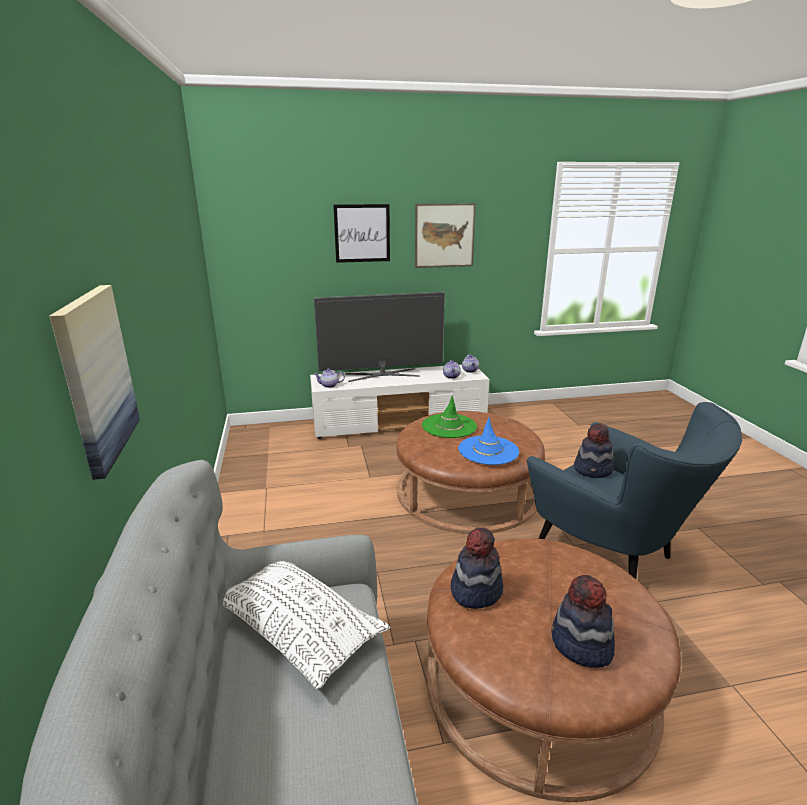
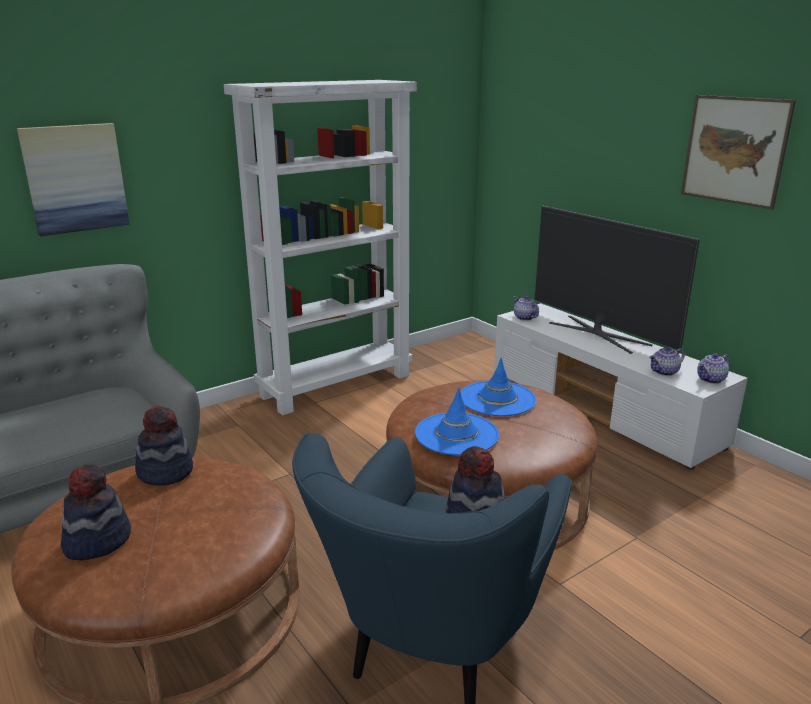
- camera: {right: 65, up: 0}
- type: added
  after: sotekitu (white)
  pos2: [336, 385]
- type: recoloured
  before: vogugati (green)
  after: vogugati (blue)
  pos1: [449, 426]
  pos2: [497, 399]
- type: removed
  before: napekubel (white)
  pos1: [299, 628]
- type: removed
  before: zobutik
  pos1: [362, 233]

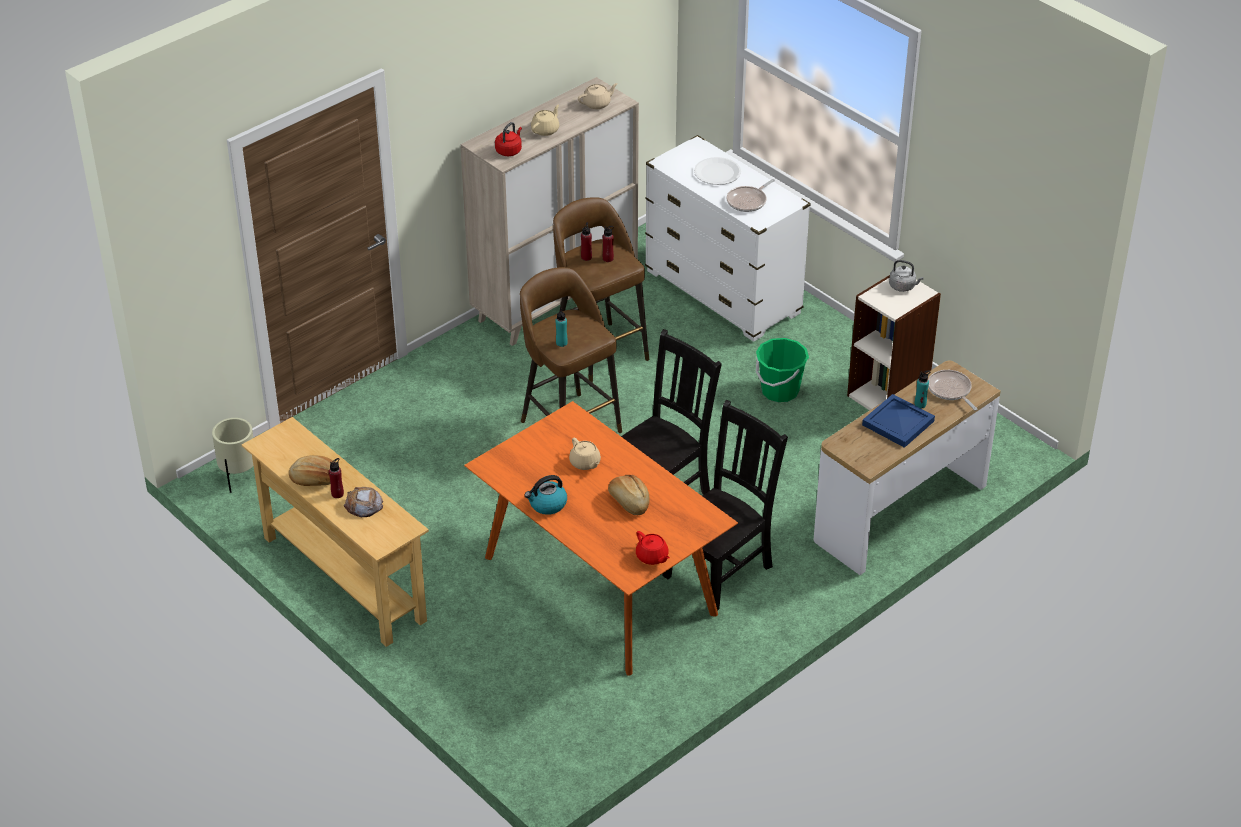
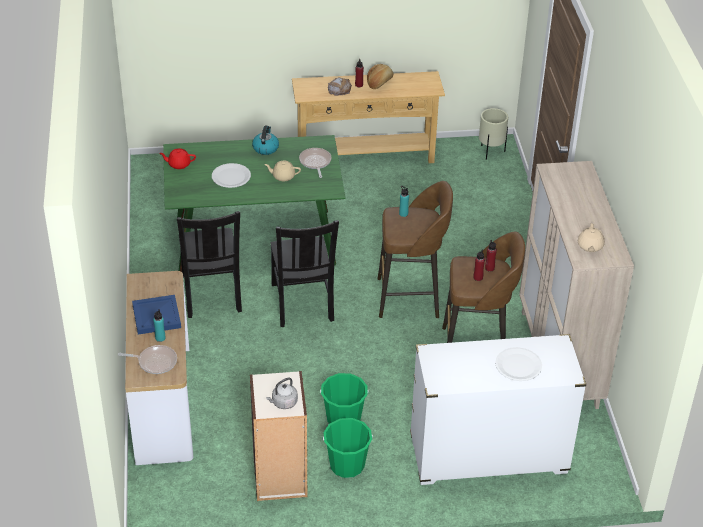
- camera: {right: 125, up: 0}
- type: recoloured
  before: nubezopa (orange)
  after: nubezopa (green)
  pos1: [601, 585]
  pos2: [254, 242]
- type: replaced
  before: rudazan
  after: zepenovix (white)
  pos1: [628, 502]
  pos2: [231, 176]
- type: moved
  before: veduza
  pos1: [748, 201]
  pos2: [315, 162]
- type: added
  after: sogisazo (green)
  pos2: [347, 465]
- type: removed
  before: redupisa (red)
  pos1: [509, 150]
- type: removed
  before: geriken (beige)
  pos1: [545, 130]

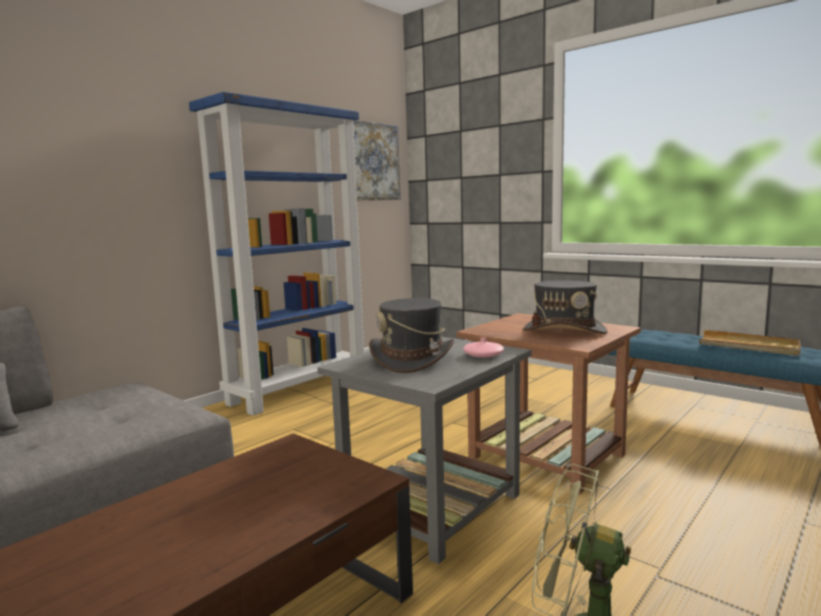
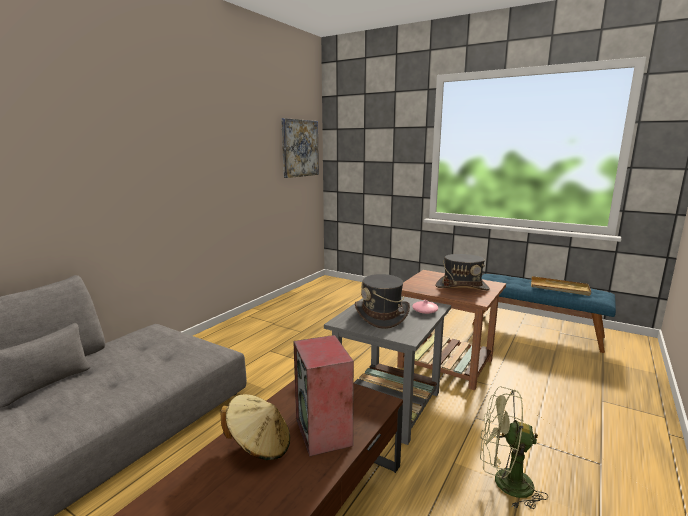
- camera: {right: -10, up: 5}
- type: added
  after: vogugati (beige)
  pos2: [259, 445]
- type: added
  after: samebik
  pos2: [324, 432]
- type: removed
  before: sotekitu (blue)
  pos1: [299, 389]

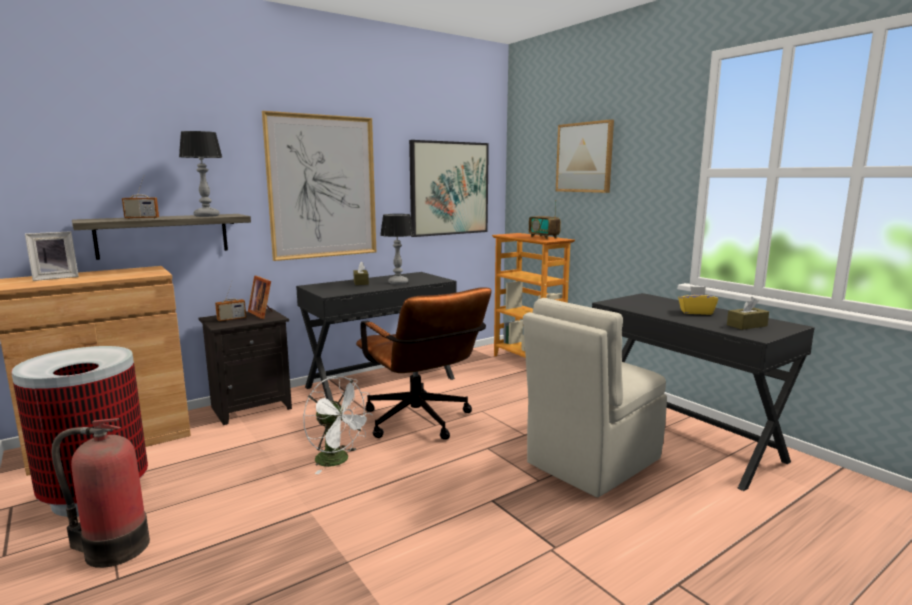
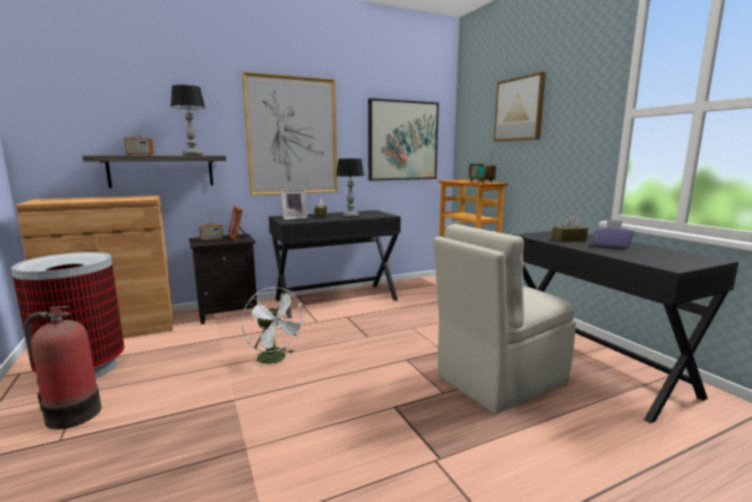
- camera: {right: 10, up: 0}
- type: moved
  before: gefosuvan
  pos1: [55, 278]
  pos2: [294, 218]
- type: moved
  before: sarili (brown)
  pos1: [746, 325]
  pos2: [568, 239]
- type: recoloured
  before: sarili (yellow)
  after: sarili (purple)
  pos1: [696, 312]
  pos2: [611, 245]
- type: removed
  before: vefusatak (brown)
  pos1: [421, 423]

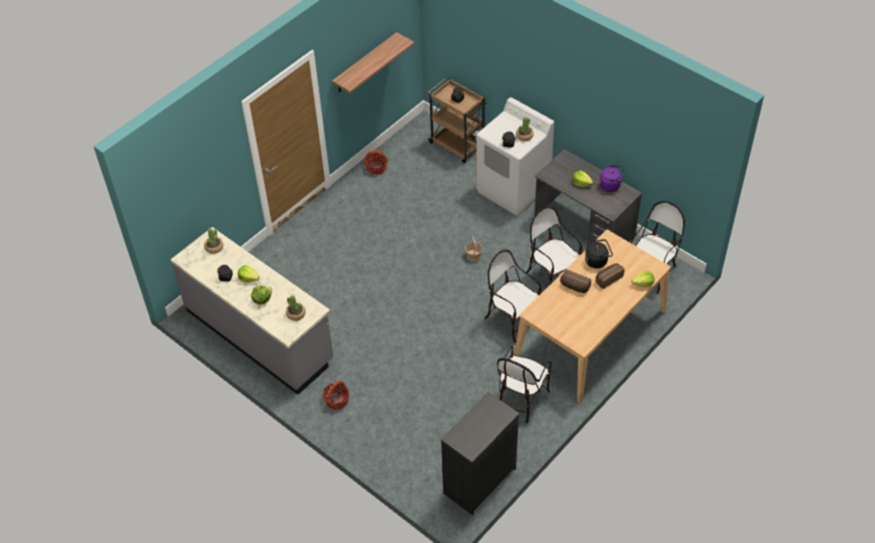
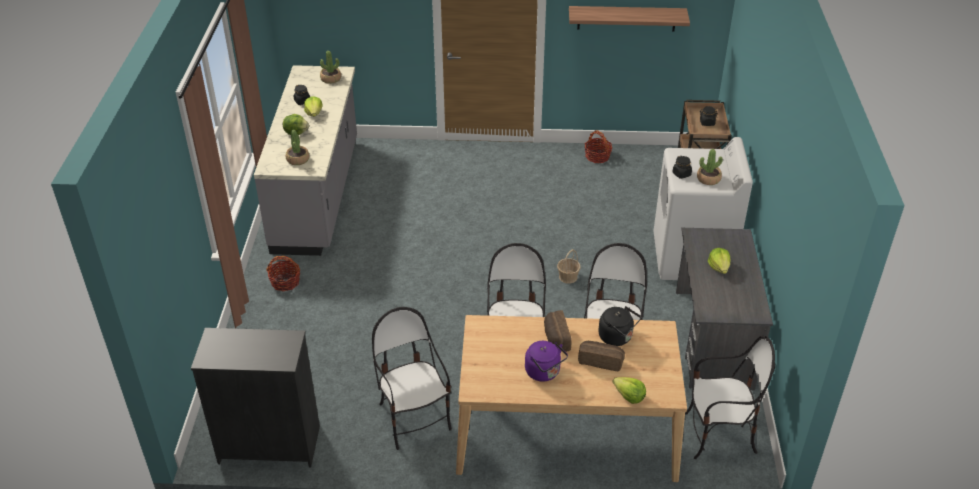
- camera: {right: 50, up: -10}
- type: turned
  before: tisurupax
  pos1: [521, 399]
  pos2: [413, 418]
  turn: 75
- type: moved
  before: redupisa (purple)
  pos1: [611, 185]
  pos2: [544, 372]

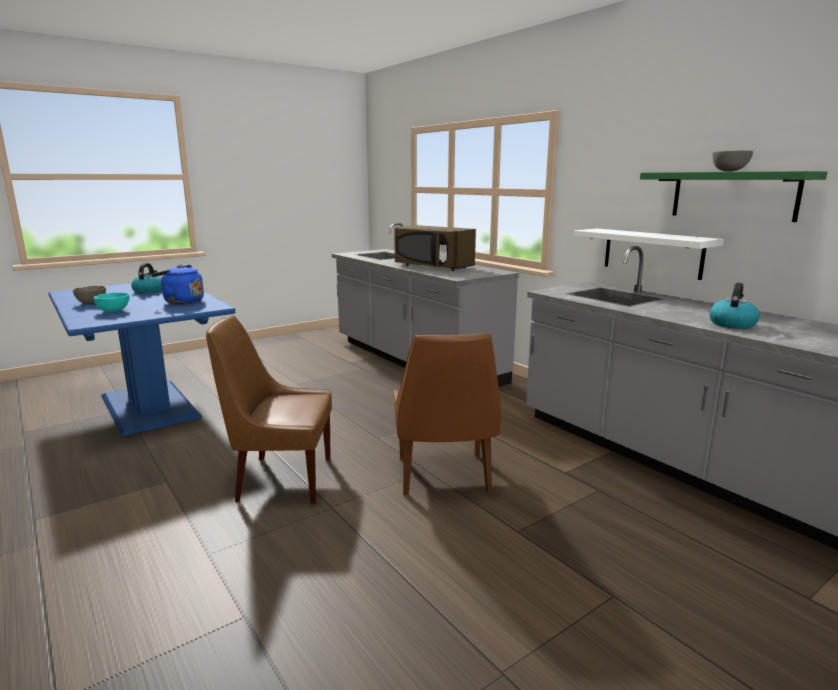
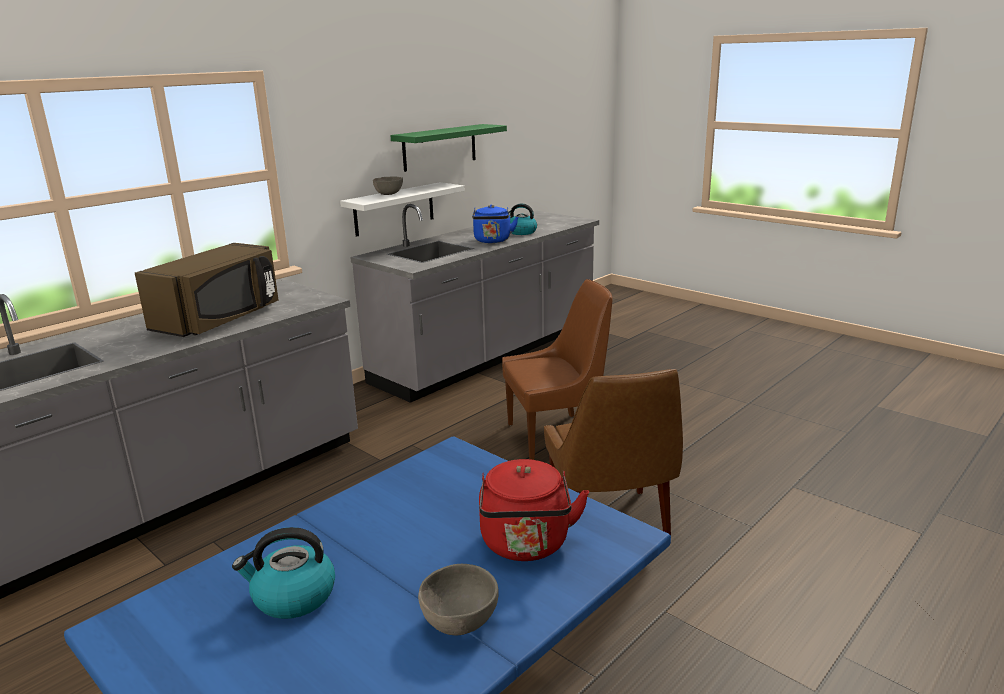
- camera: {right: -100, up: 5}
- type: moved
  before: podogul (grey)
  pos1: [730, 171]
  pos2: [388, 194]
- type: moved
  before: redupisa (blue)
  pos1: [181, 302]
  pos2: [492, 241]
- type: replaced
  before: podogul (turquoise)
  after: redupisa (red)
  pos1: [114, 311]
  pos2: [526, 545]

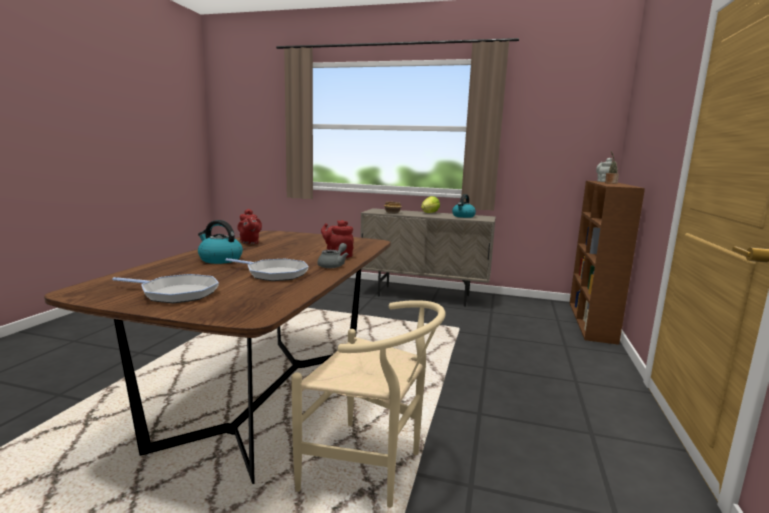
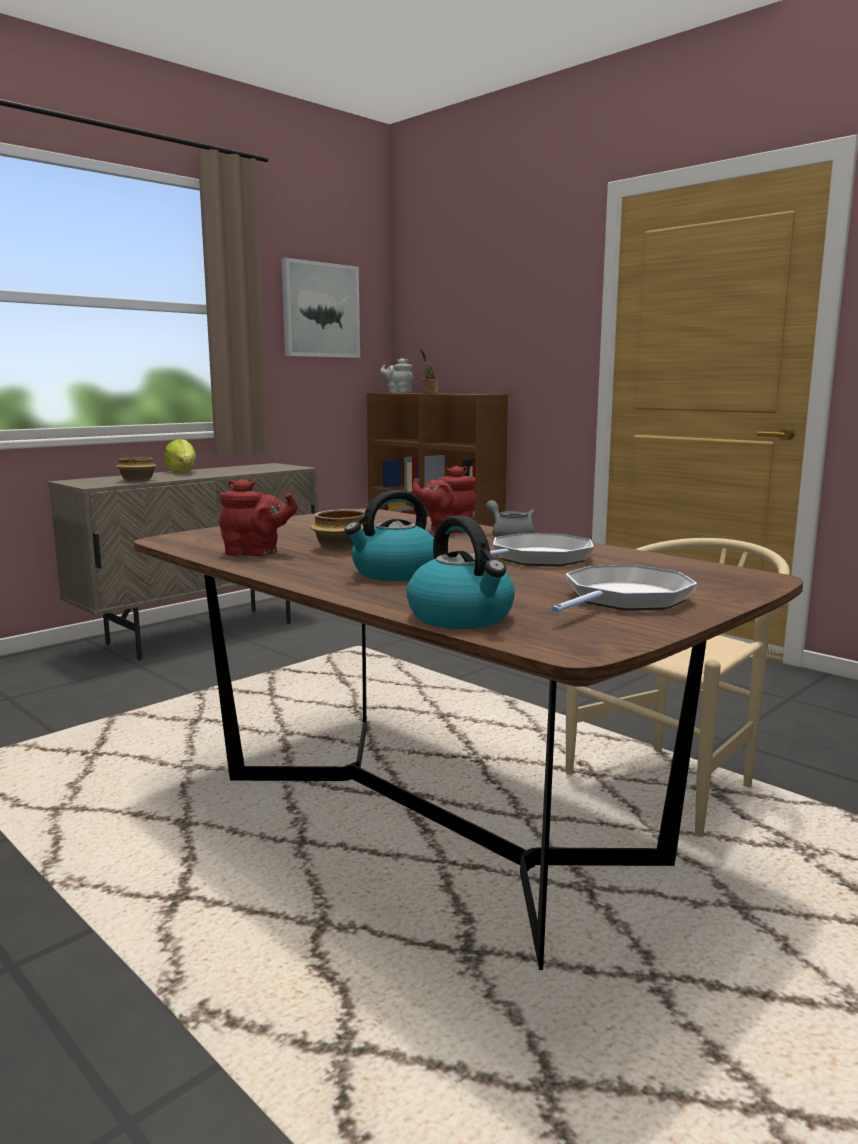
- camera: {right: -60, up: 0}
- type: added
  after: zobutik
  pos2: [320, 310]
- type: added
  after: podogul
  pos2: [343, 548]
- type: moved
  before: redupisa
  pos1: [463, 216]
  pos2: [462, 618]

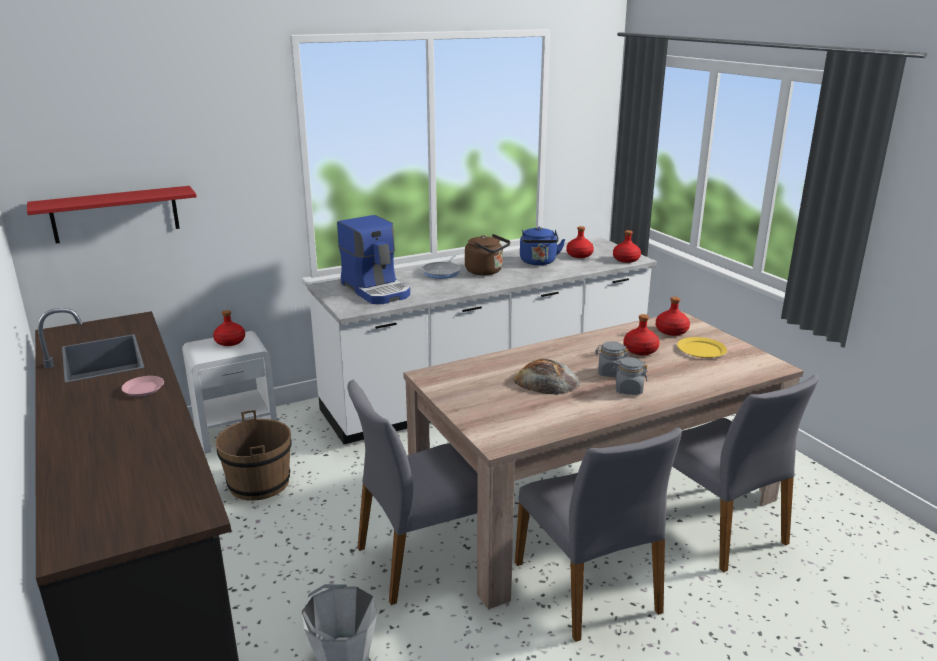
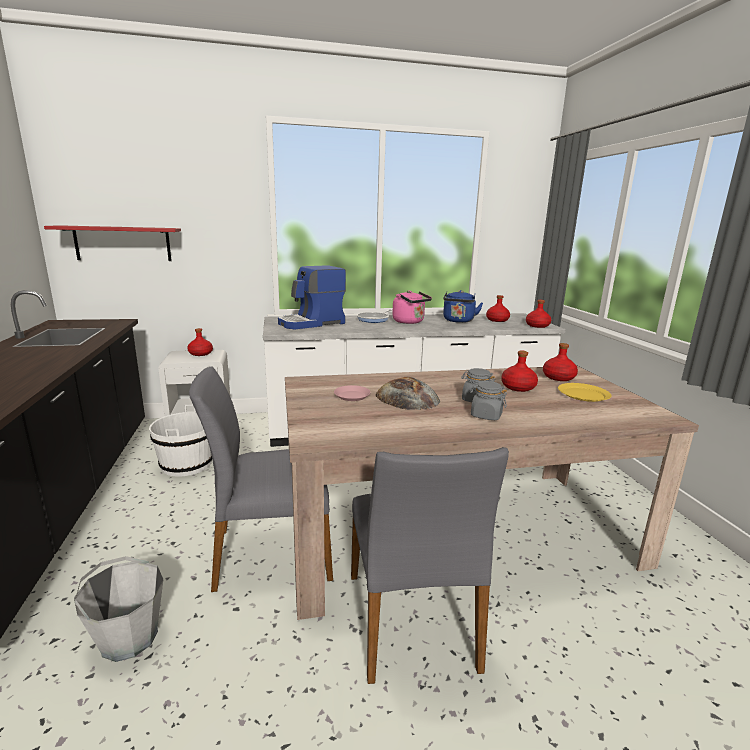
- camera: {right: 15, up: -5}
- type: recoloured
  before: sogisazo (brown)
  after: sogisazo (white)
  pos1: [259, 483]
  pos2: [187, 464]
- type: turned
  before: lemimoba
  pos1: [376, 289]
  pos2: [312, 323]
  turn: 75
- type: moved
  before: zepenovix (pink)
  pos1: [143, 389]
  pos2: [352, 396]
- type: recoloured
  before: redupisa (brown)
  after: redupisa (pink)
  pos1: [486, 271]
  pos2: [410, 322]
- type: removed
  before: tisurupax (grey)
  pos1: [717, 527]

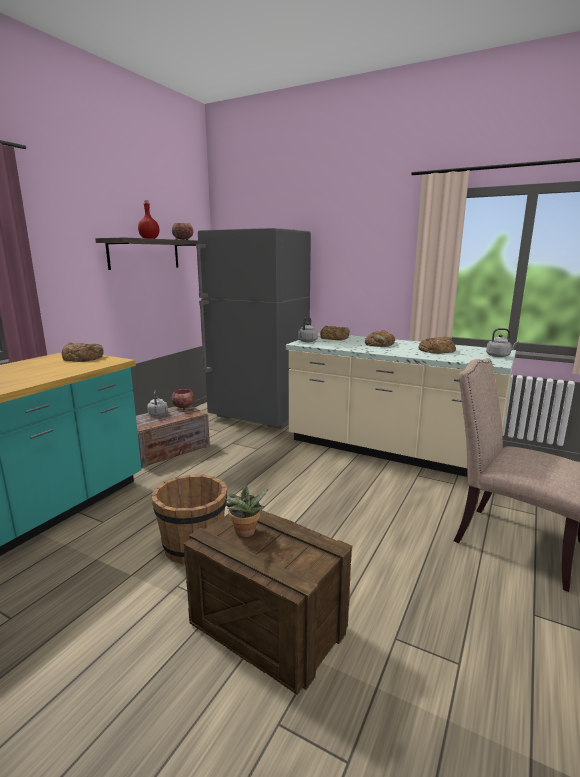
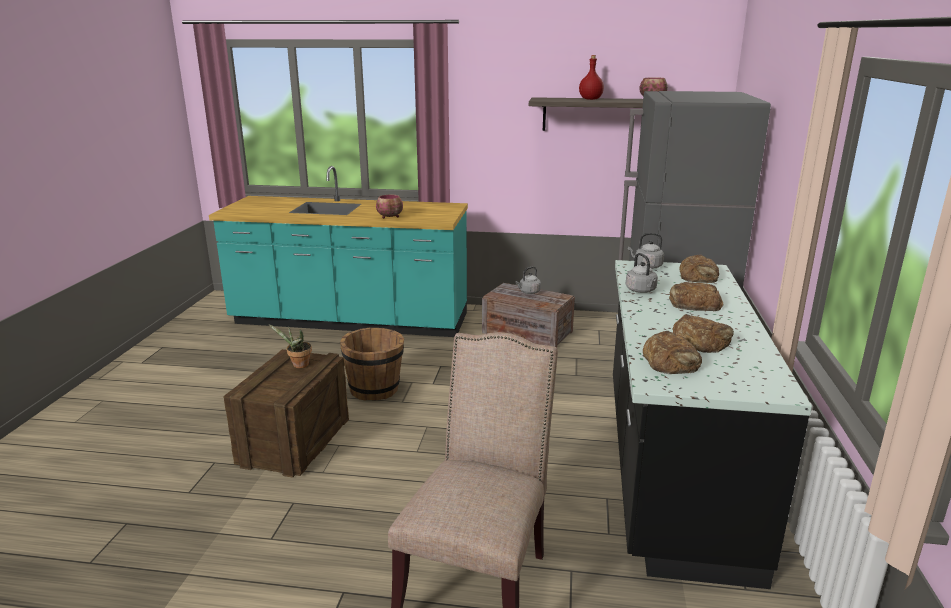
- camera: {right: 70, up: 5}
- type: moved
  before: podogul
  pos1: [184, 407]
  pos2: [390, 217]
- type: recoloured
  before: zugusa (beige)
  after: zugusa (black)
  pos1: [390, 450]
  pos2: [670, 467]
- type: moved
  before: redupisa (grey)
  pos1: [499, 356]
  pos2: [641, 291]
- type: moved
  before: rudazan
  pos1: [83, 357]
  pos2: [671, 361]

